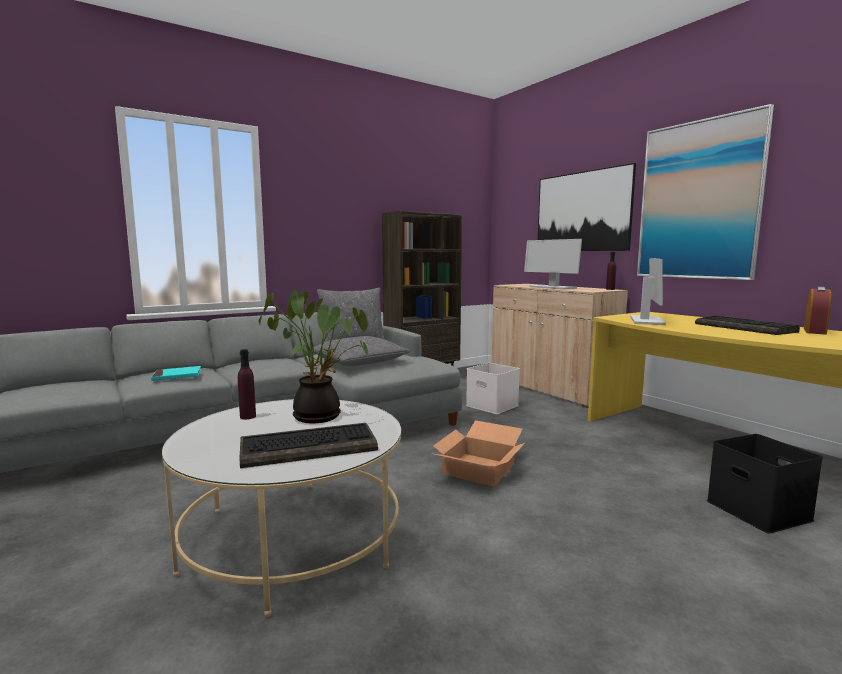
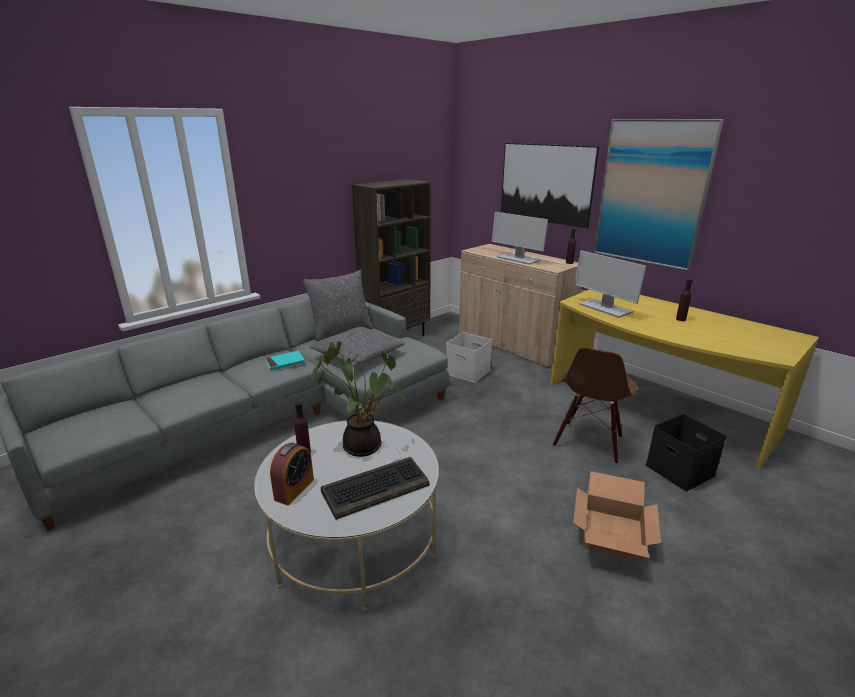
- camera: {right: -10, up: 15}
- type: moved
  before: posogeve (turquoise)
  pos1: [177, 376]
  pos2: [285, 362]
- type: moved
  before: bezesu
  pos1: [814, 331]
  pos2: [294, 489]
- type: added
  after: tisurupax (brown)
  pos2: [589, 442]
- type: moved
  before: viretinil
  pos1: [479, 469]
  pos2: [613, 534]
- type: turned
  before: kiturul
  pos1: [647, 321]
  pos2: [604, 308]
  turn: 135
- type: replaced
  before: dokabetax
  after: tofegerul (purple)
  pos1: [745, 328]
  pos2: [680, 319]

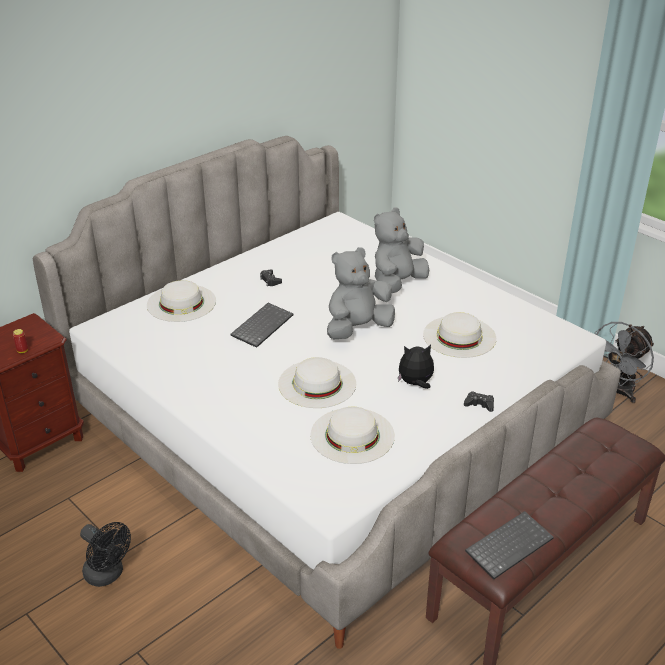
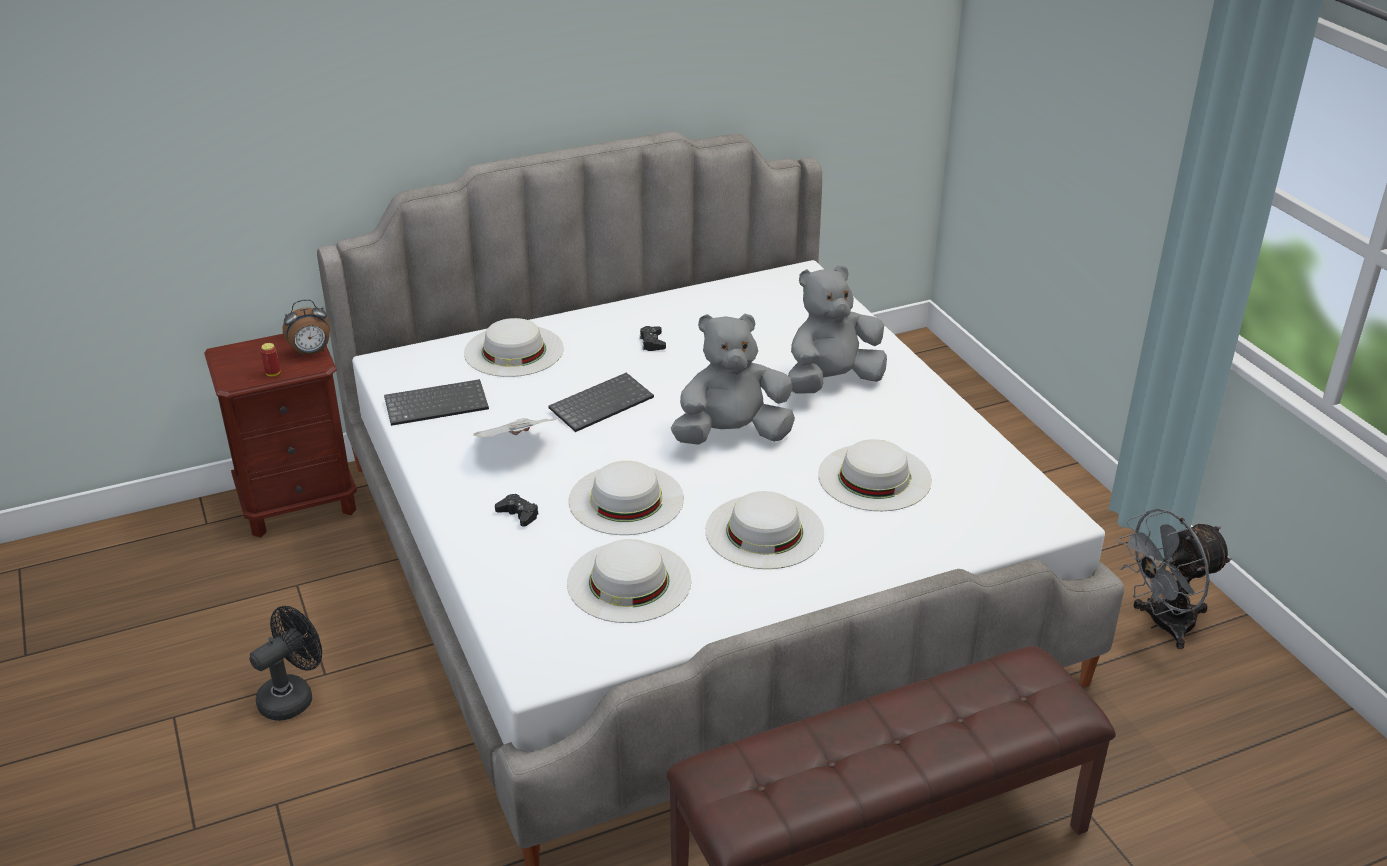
- camera: {right: 20, up: 0}
- type: turned
  before: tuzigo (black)
  pos1: [108, 575]
  pos2: [293, 696]
  turn: -105
- type: added
  after: bezesu
  pos2: [311, 353]
- type: moved
  before: dokabetax
  pos1: [508, 544]
  pos2: [437, 404]
- type: added
  after: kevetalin
  pos2: [516, 446]
- type: moved
  before: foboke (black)
  pos1: [479, 404]
  pos2: [518, 514]
- type: replaced
  before: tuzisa
  after: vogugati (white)
  pos1: [415, 384]
  pos2: [764, 531]

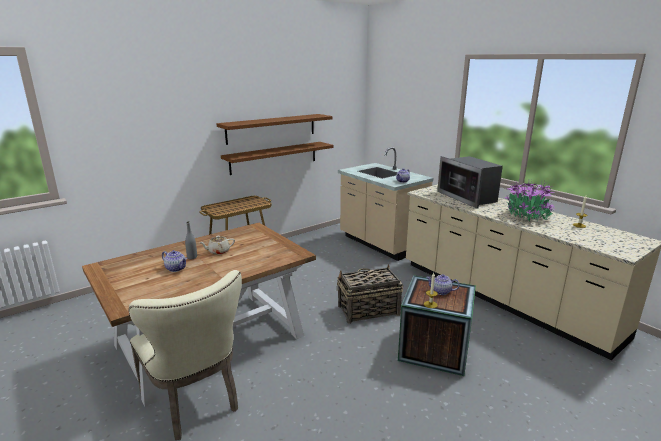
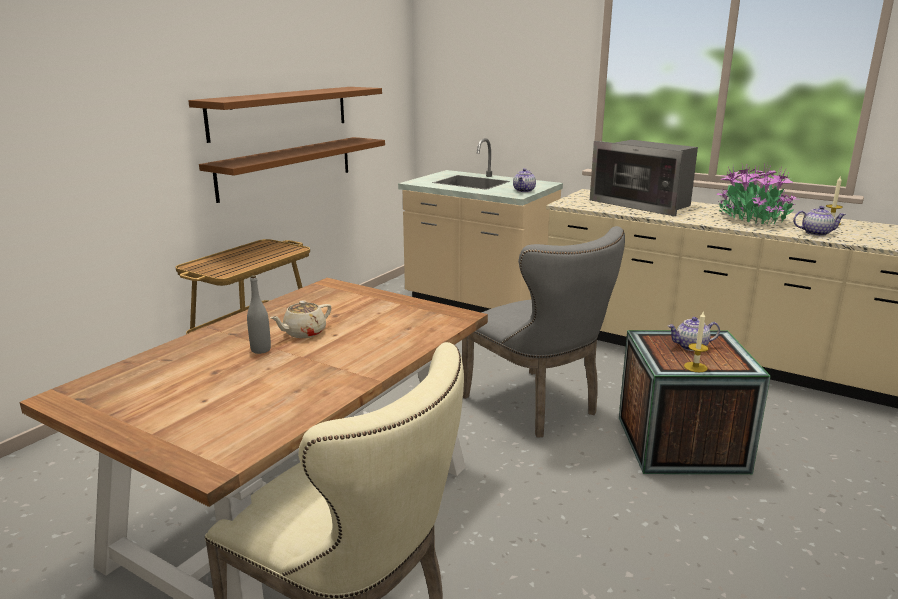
- camera: {right: -20, up: 0}
- type: replaced
  before: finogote
  after: tisurupax (grey)
  pos1: [368, 310]
  pos2: [538, 407]
- type: moved
  before: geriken
  pos1: [176, 268]
  pos2: [816, 233]

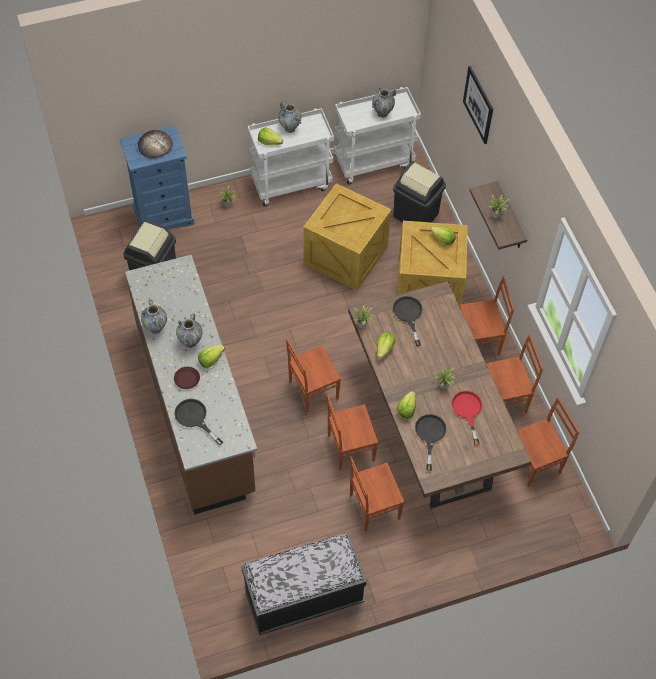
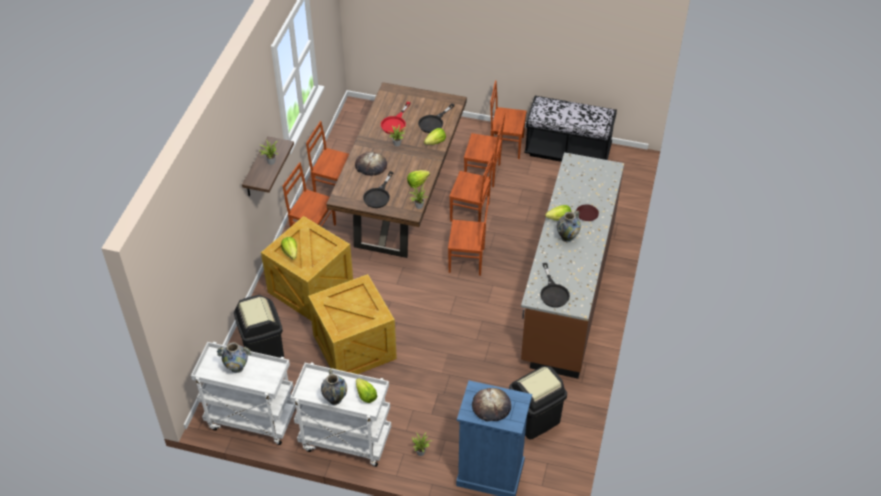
- camera: {right: -145, up: -10}
- type: added
  after: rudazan
  pos2: [370, 166]
- type: moved
  before: tisurupax (brown)
  pos1: [535, 463]
  pos2: [506, 145]
- type: moved
  before: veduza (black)
  pos1: [194, 418]
  pos2: [553, 292]
- type: removed
  before: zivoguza
  pos1: [156, 328]
- type: removed
  before: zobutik
  pos1: [478, 105]

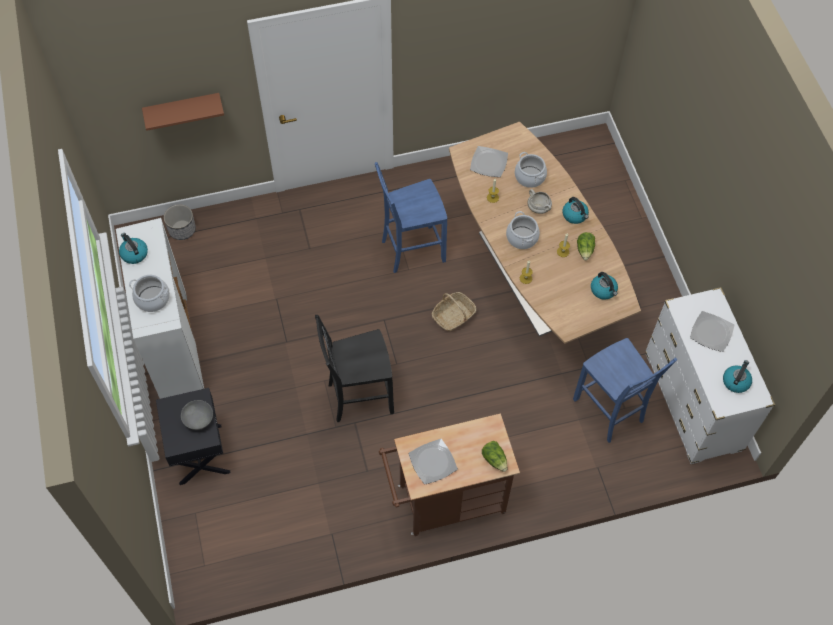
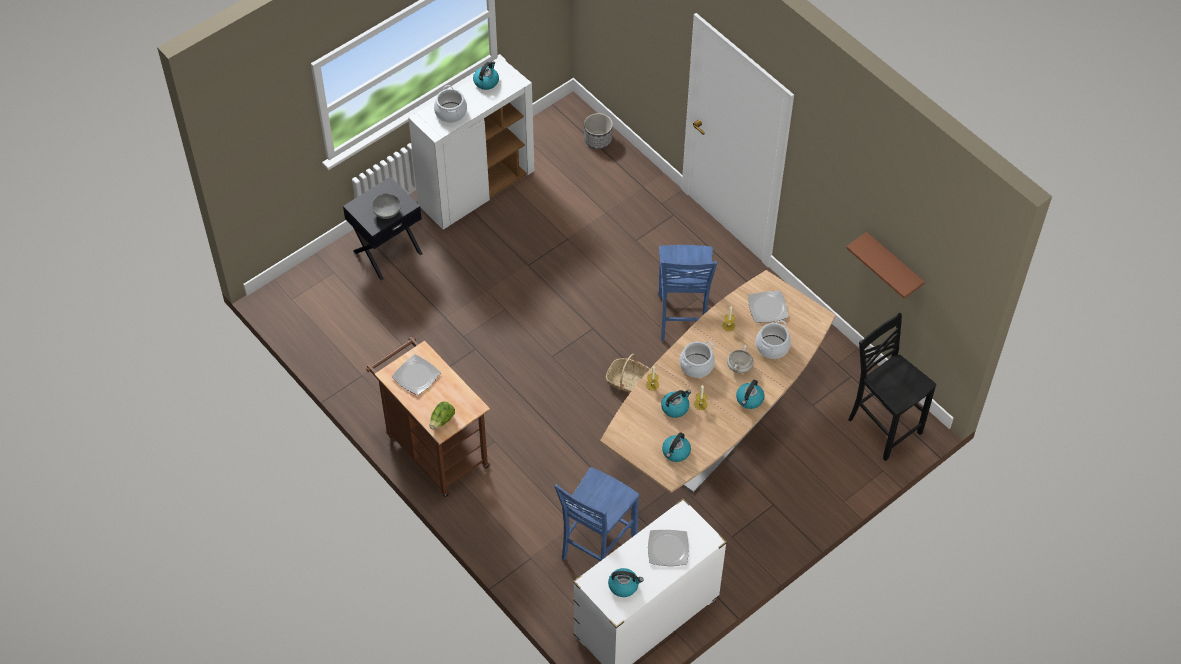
- camera: {right: 65, up: -5}
- type: turned
  before: tisurupax (blue)
  pos1: [411, 250]
  pos2: [682, 319]
  turn: -135
- type: added
  after: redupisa
  pos2: [675, 407]
- type: moved
  before: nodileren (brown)
  pos1: [183, 109]
  pos2: [893, 266]
- type: moved
  before: tisurupax (black)
  pos1: [358, 397]
  pos2: [883, 426]
- type: removed
  before: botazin
  pos1: [585, 250]

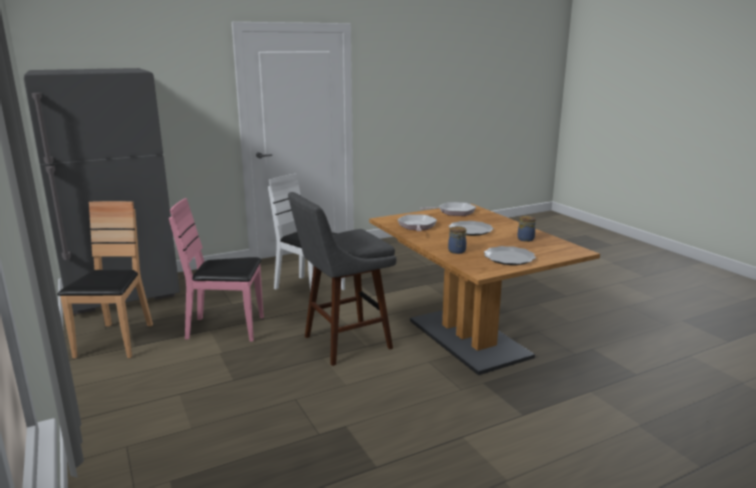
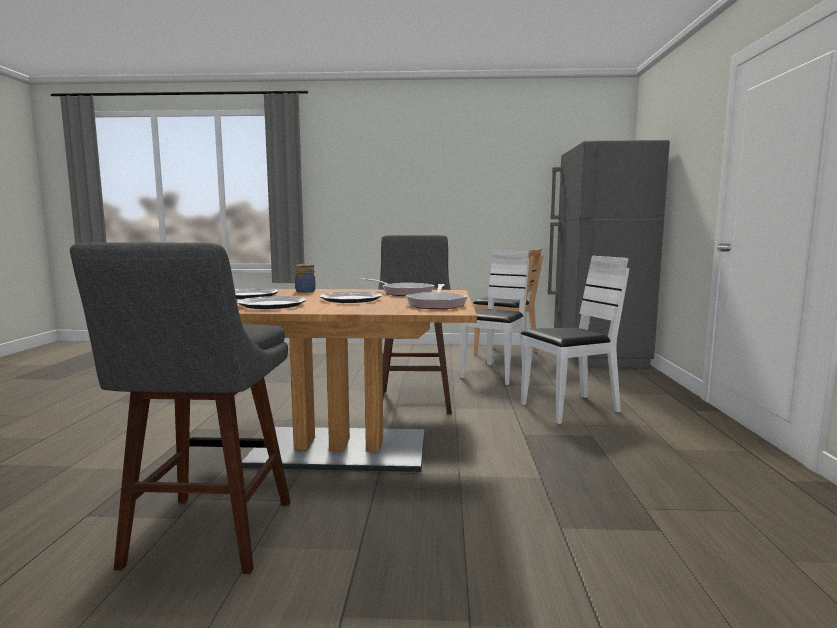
- camera: {right: 120, up: -10}
- type: added
  after: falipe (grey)
  pos2: [207, 538]
- type: replaced
  before: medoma
  after: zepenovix
  pos1: [525, 239]
  pos2: [273, 305]
- type: recoloured
  before: tisurupax (pink)
  after: tisurupax (white)
  pos1: [226, 328]
  pos2: [495, 374]

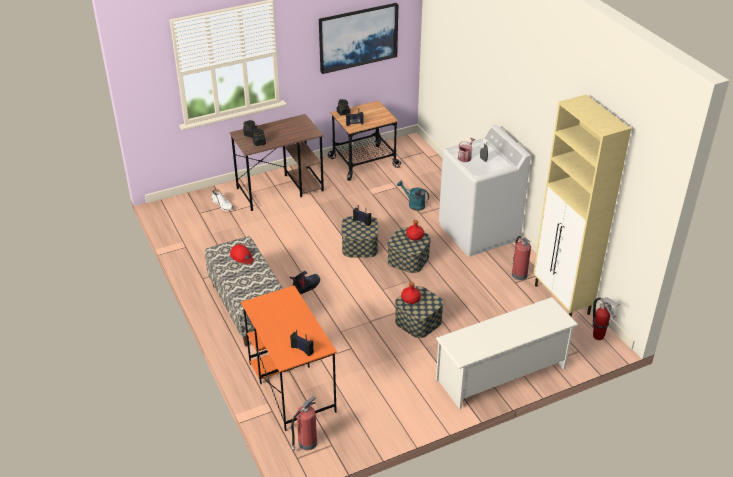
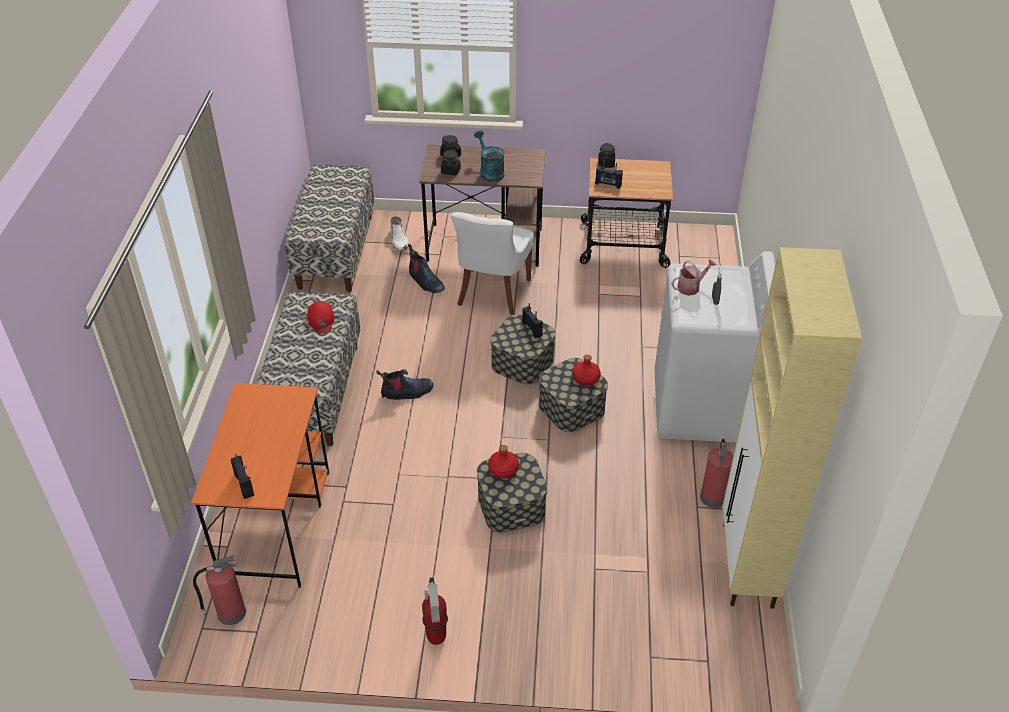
- camera: {right: 30, up: 5}
- type: added
  after: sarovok
  pos2: [335, 251]
- type: added
  after: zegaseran
  pos2: [425, 282]
- type: moved
  before: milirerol
  pos1: [598, 337]
  pos2: [436, 638]
- type: added
  after: tisurupax (white)
  pos2: [492, 293]
- type: moved
  before: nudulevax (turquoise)
  pos1: [413, 204]
  pos2: [489, 172]
- type: removed
  before: zobutik
  pos1: [358, 37]
- type: removed
  before: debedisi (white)
  pos1: [501, 374]

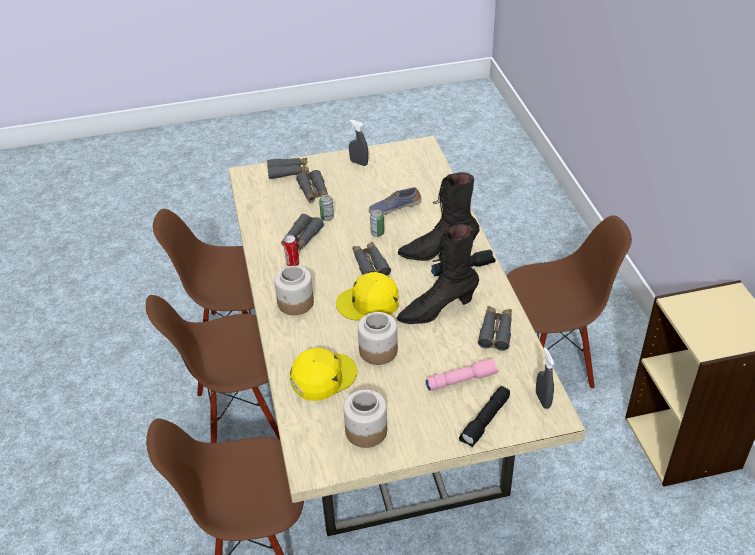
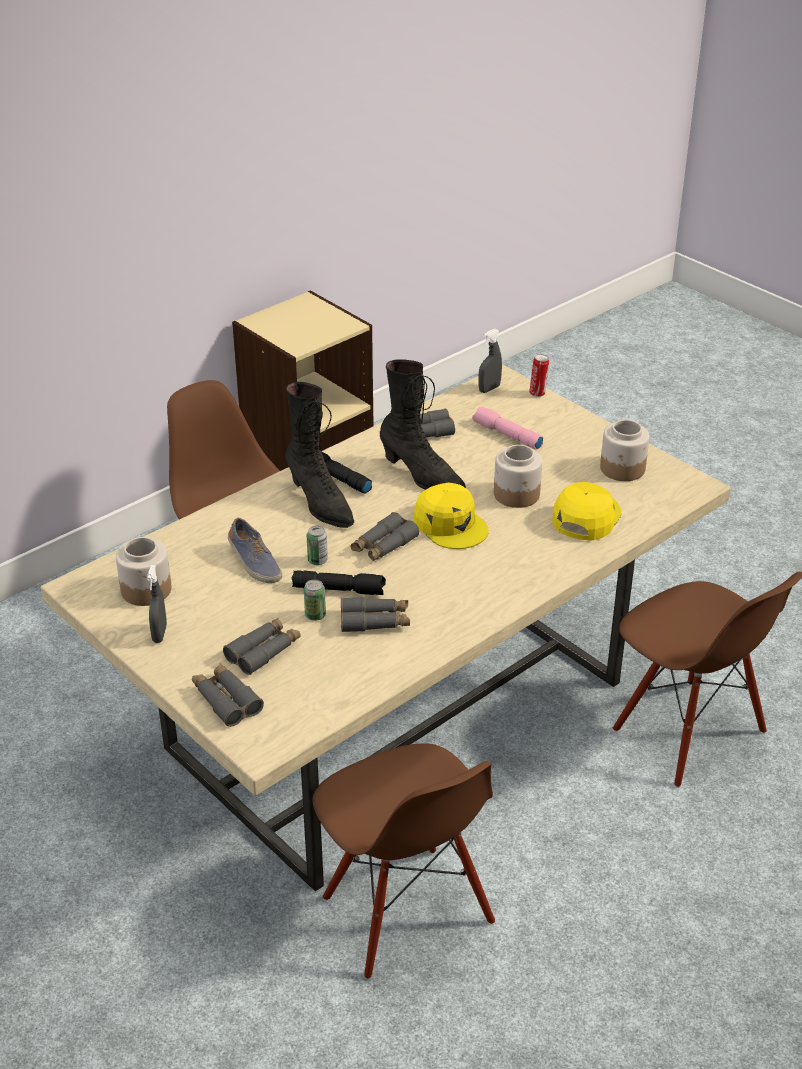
- camera: {right: -120, up: -5}
- type: moved
  before: medoma
  pos1: [295, 303]
  pos2: [147, 590]
- type: moved
  before: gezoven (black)
  pos1: [485, 421]
  pos2: [339, 589]
- type: moved
  before: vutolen
  pos1: [292, 264]
  pos2: [538, 393]
- type: turned
  before: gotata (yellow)
  pos1: [323, 377]
  pos2: [586, 517]
  turn: 90
- type: removed
  before: tisurupax (brown)
  pos1: [238, 418]

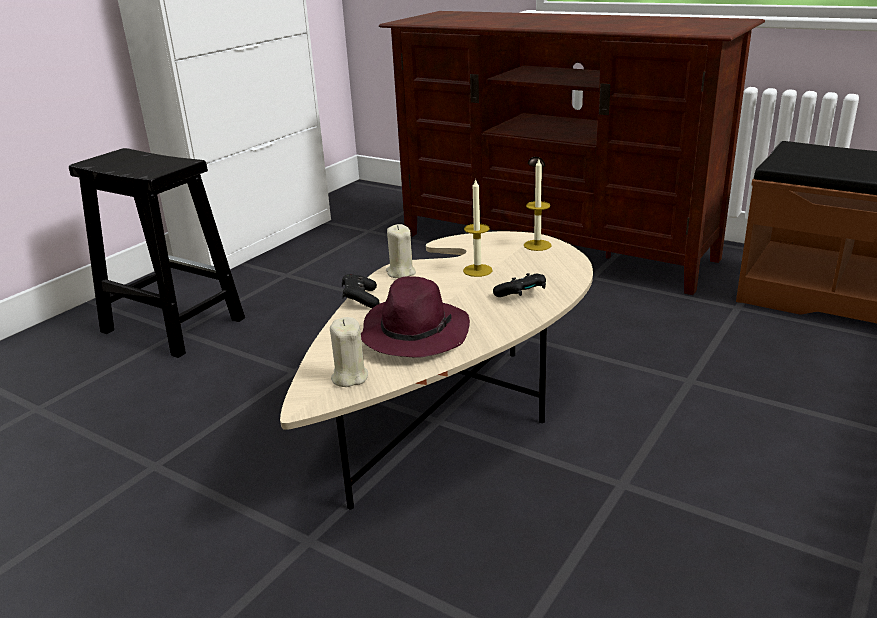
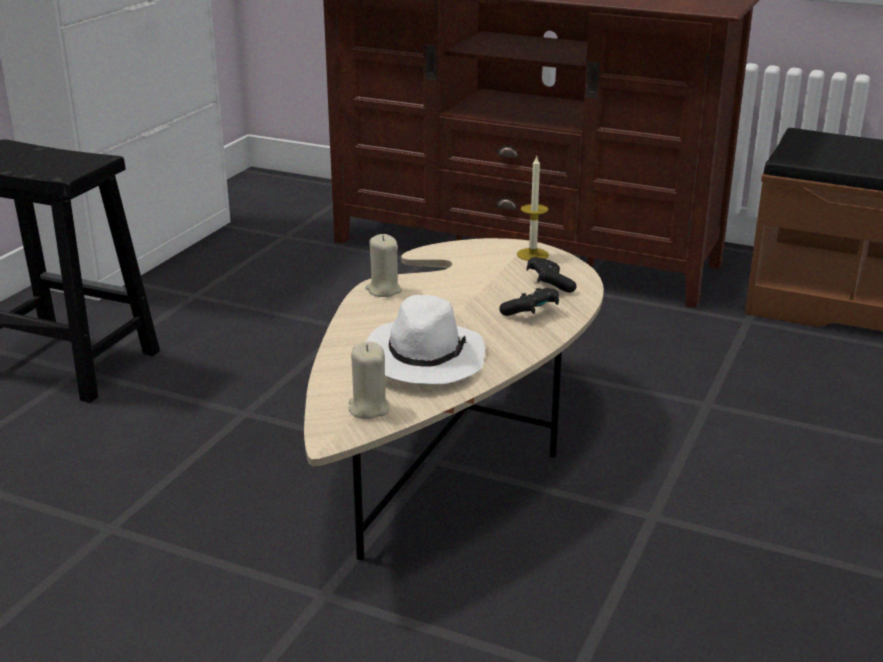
- camera: {right: -10, up: 0}
- type: recoloured
  before: vogugati (purple)
  after: vogugati (white)
  pos1: [414, 334]
  pos2: [424, 359]
- type: moved
  before: foboke (black)
  pos1: [360, 300]
  pos2: [549, 284]
- type: removed
  before: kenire
  pos1: [477, 270]

